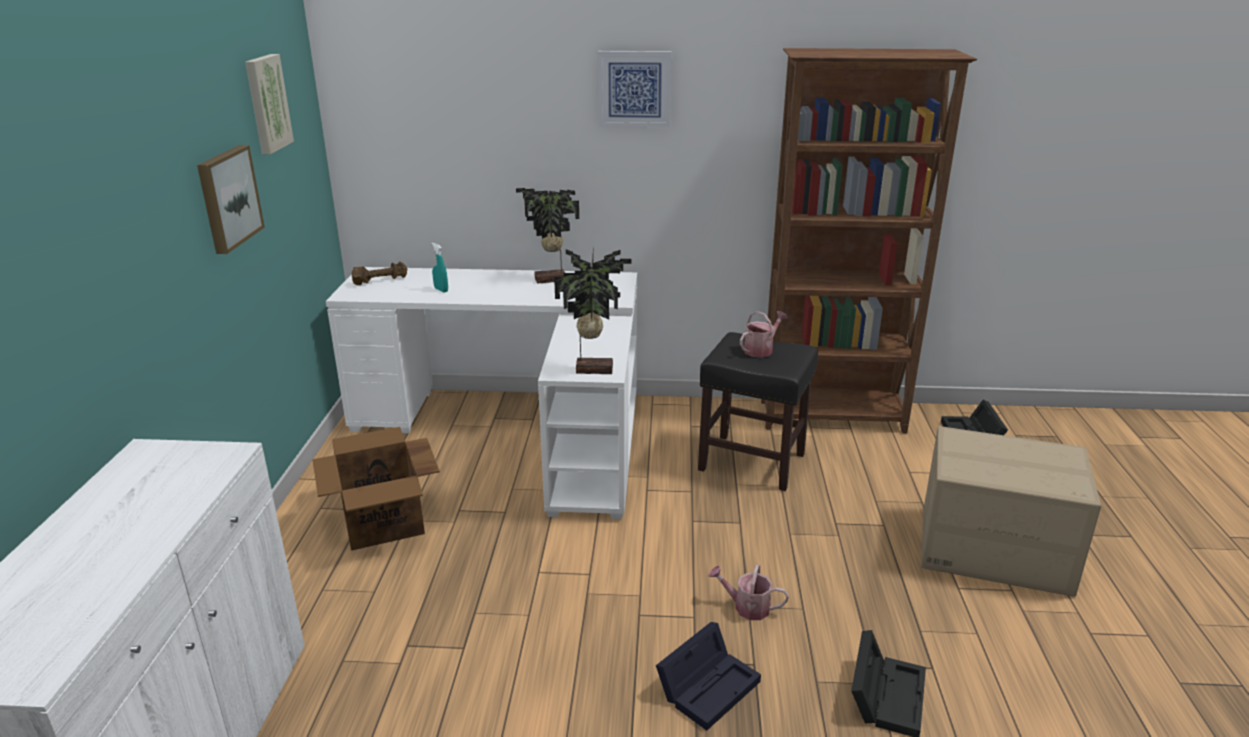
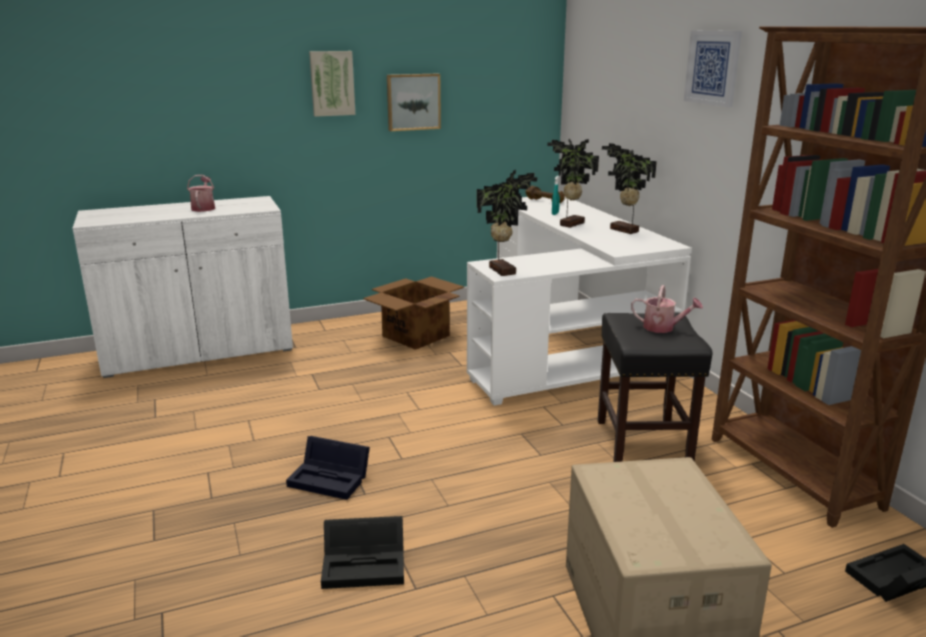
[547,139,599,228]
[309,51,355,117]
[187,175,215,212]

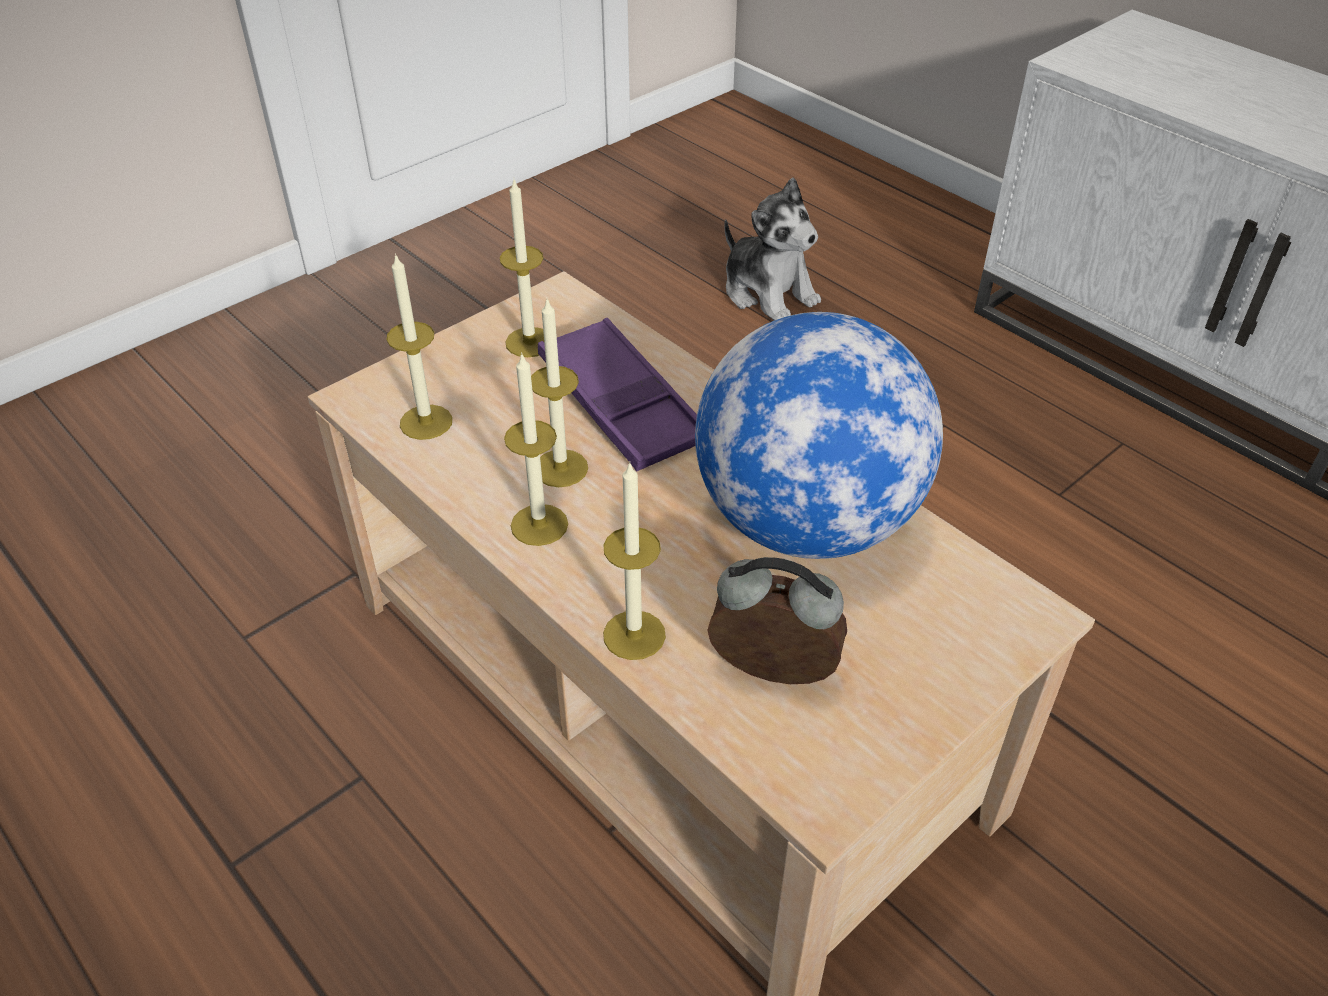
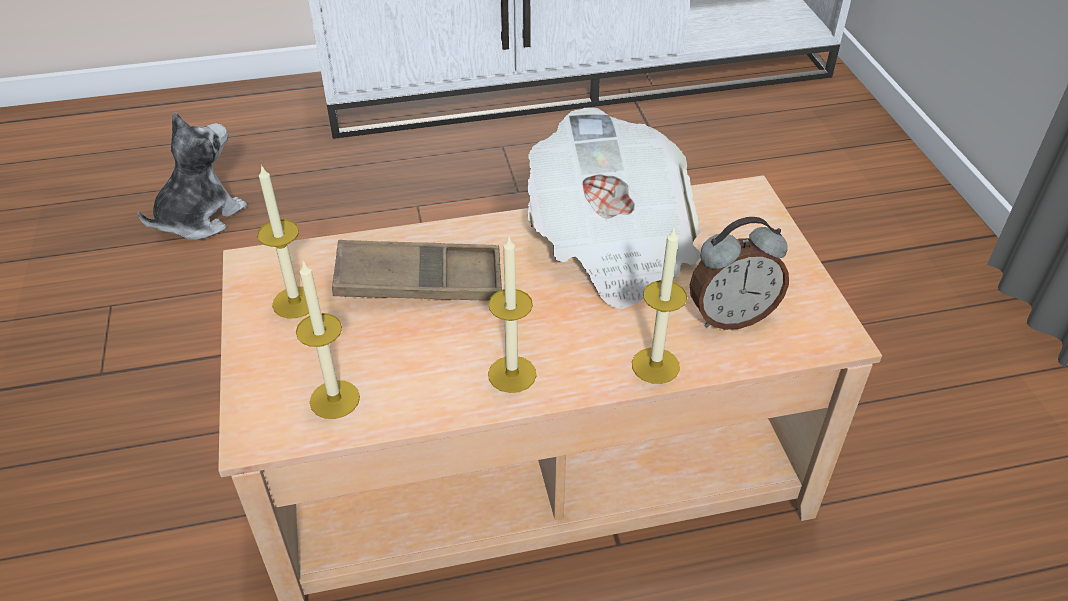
[531,297,588,487] (first image)
[527,107,701,309]
[332,240,502,301]
[690,217,789,330]
[138,112,247,240]

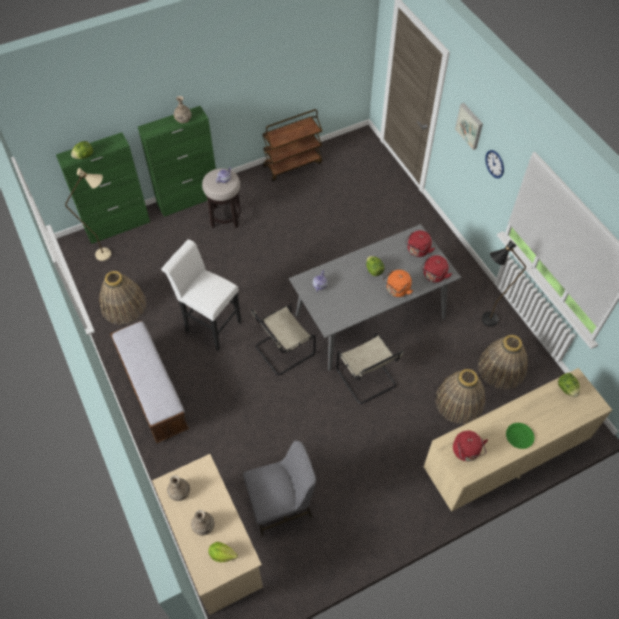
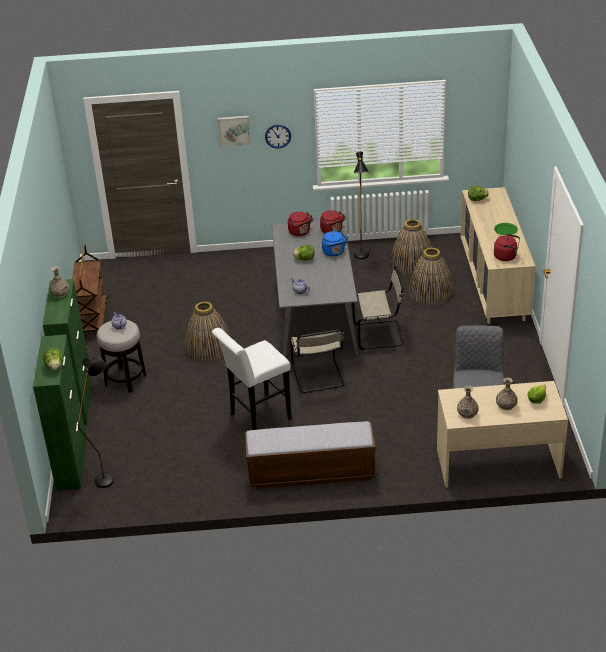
[184,301,229,362]
[78,357,114,488]
[322,231,348,256]

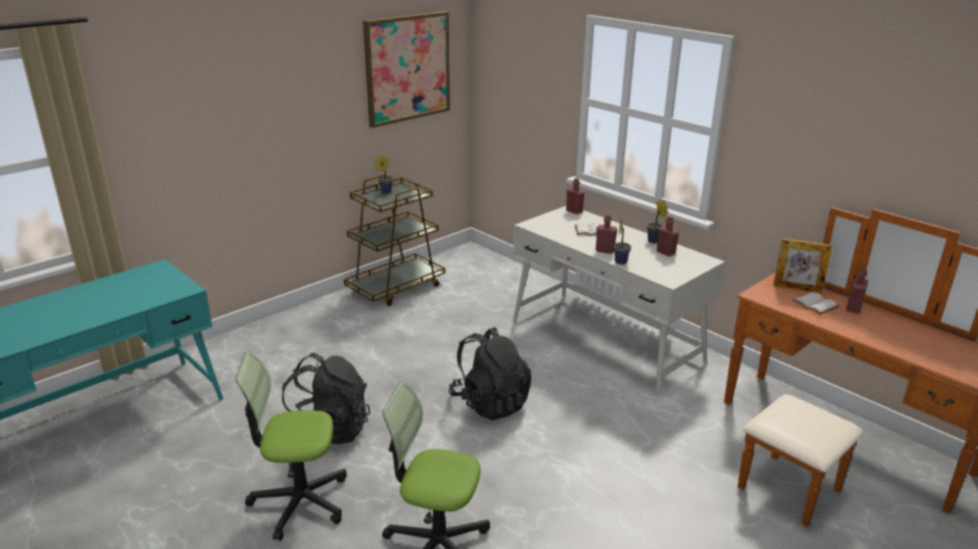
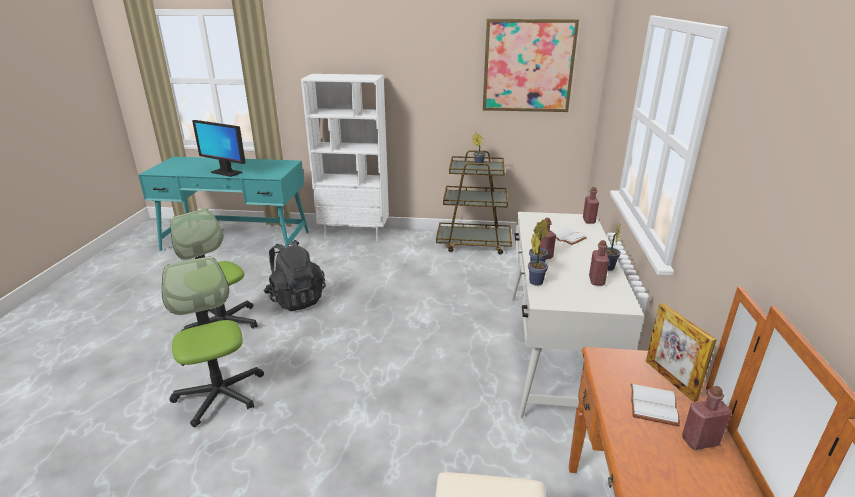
[449,327,532,420] (first image)
[192,120,245,177]
[301,74,389,242]
[528,232,548,286]

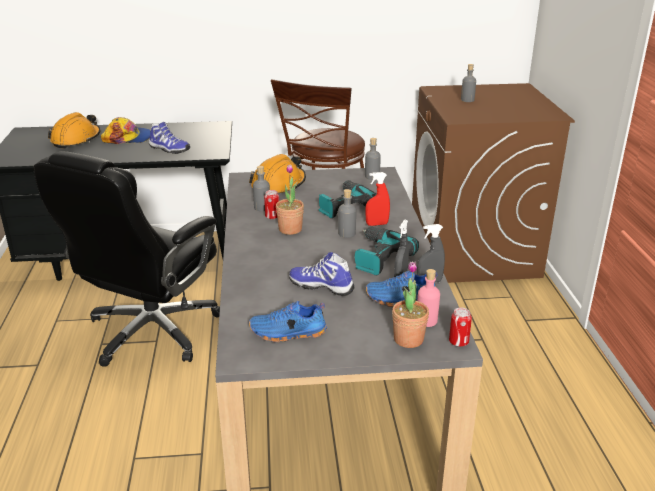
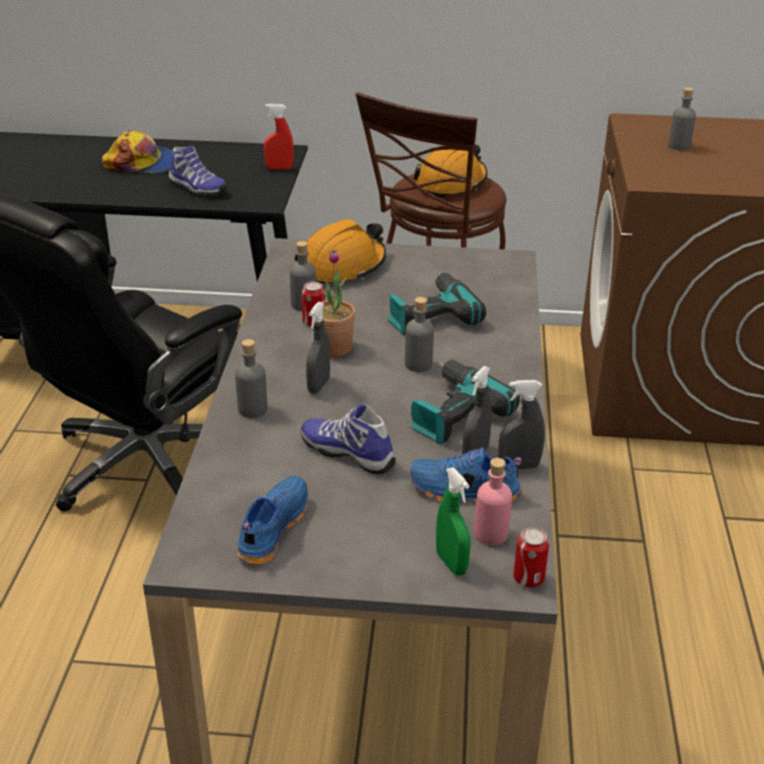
[306,302,330,394]
[414,144,488,198]
[235,339,267,418]
[264,104,294,170]
[436,467,471,575]
[238,475,308,565]

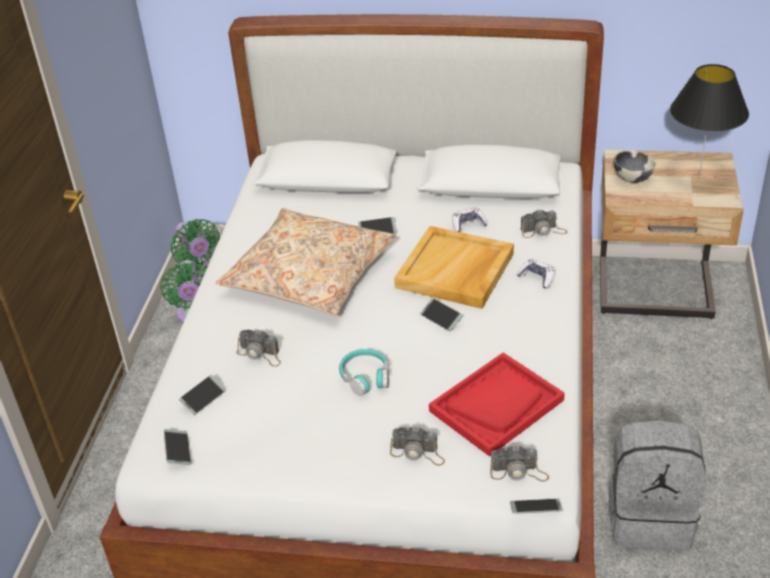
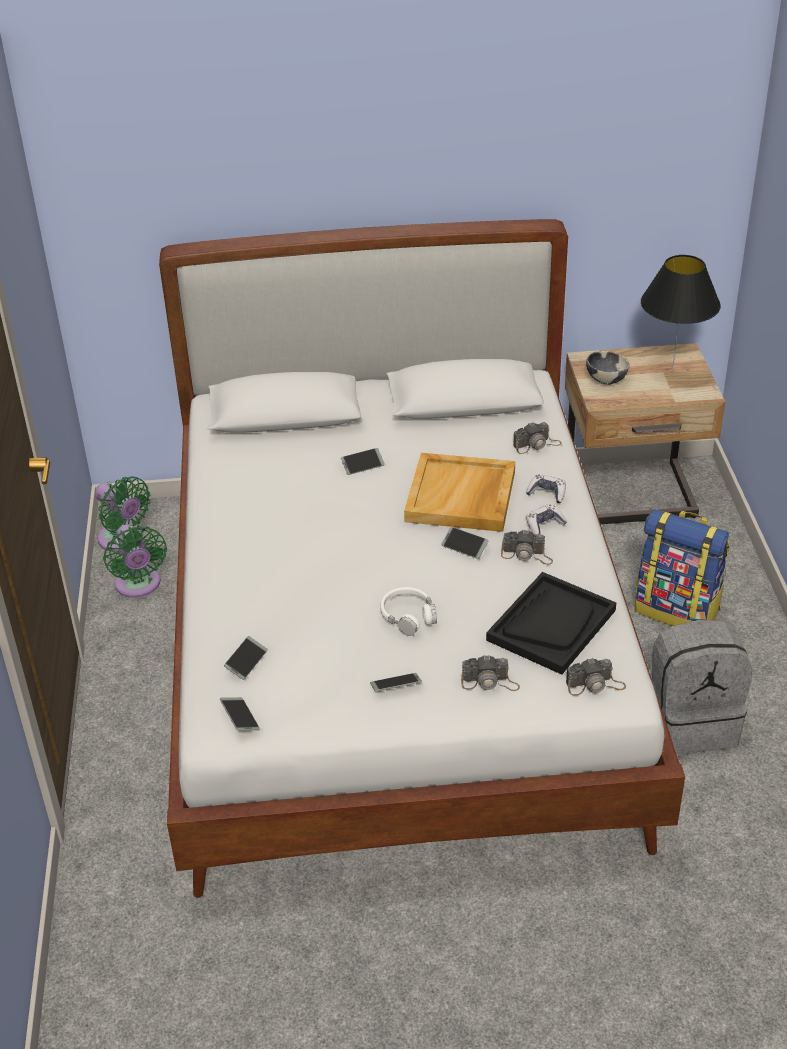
[216,208,397,316] (first image)
[634,509,730,626]
[501,529,553,565]
[526,504,567,535]
[370,673,422,691]
[380,587,437,636]
[486,572,616,675]

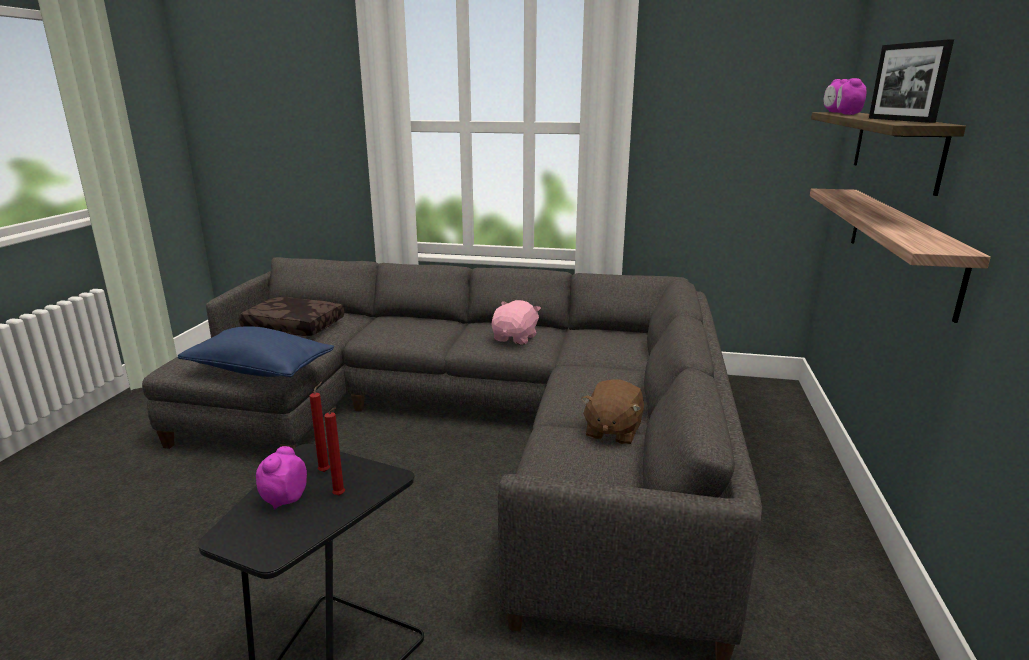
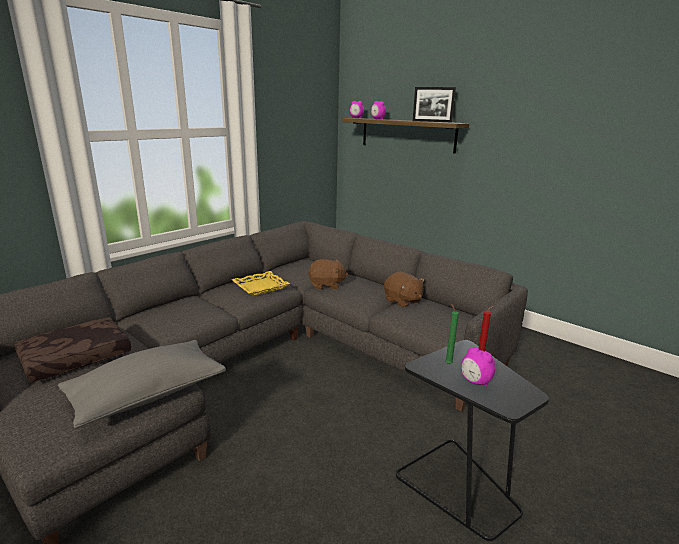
[810,188,991,323] (first image)
[308,259,348,289]
[232,271,290,296]
[58,340,226,429]
[445,304,459,364]

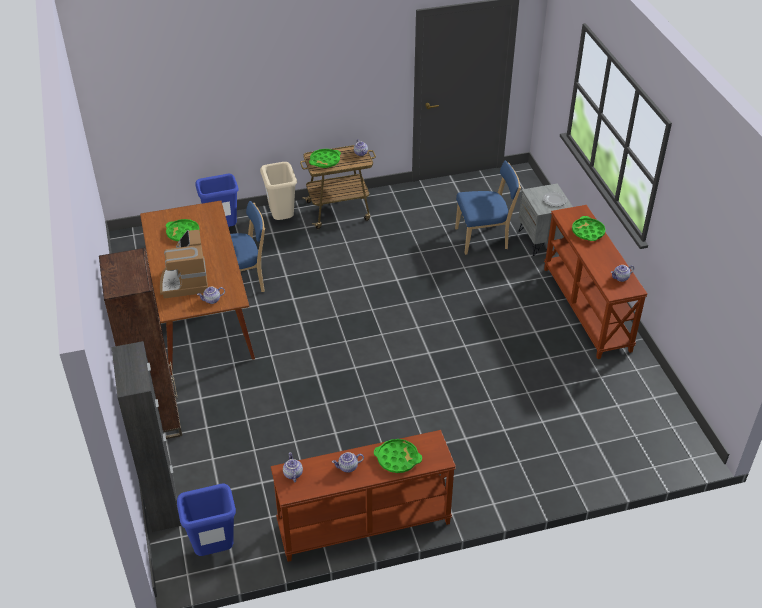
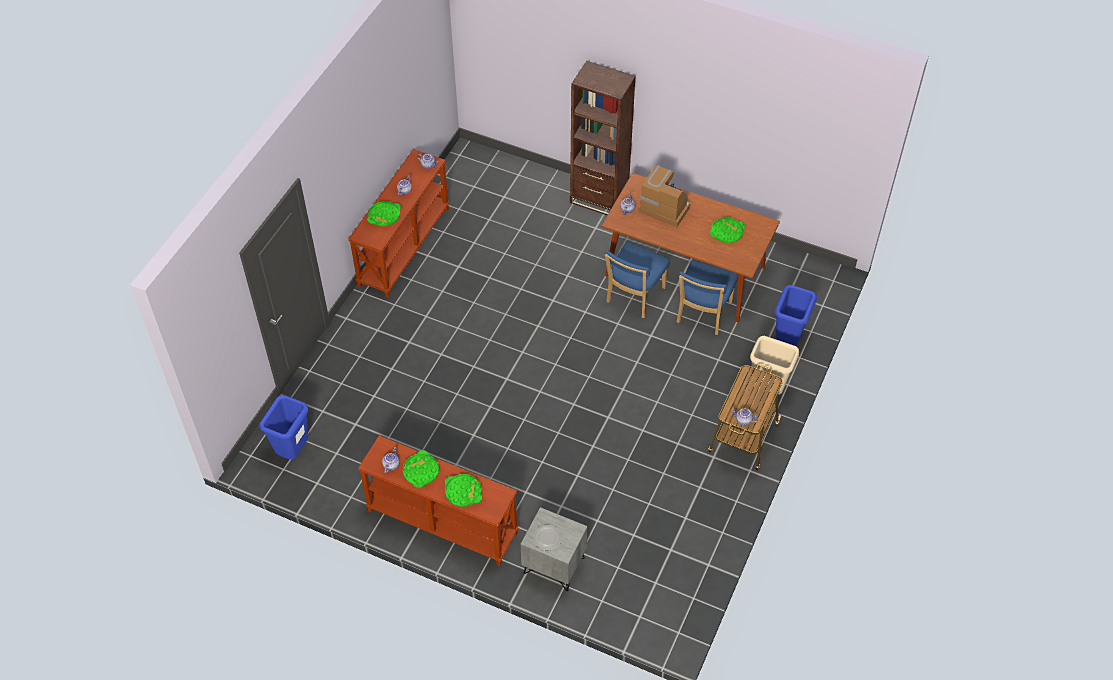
[112,341,181,532] (first image)
[259,395,309,459]
[403,451,439,488]
[605,242,670,318]

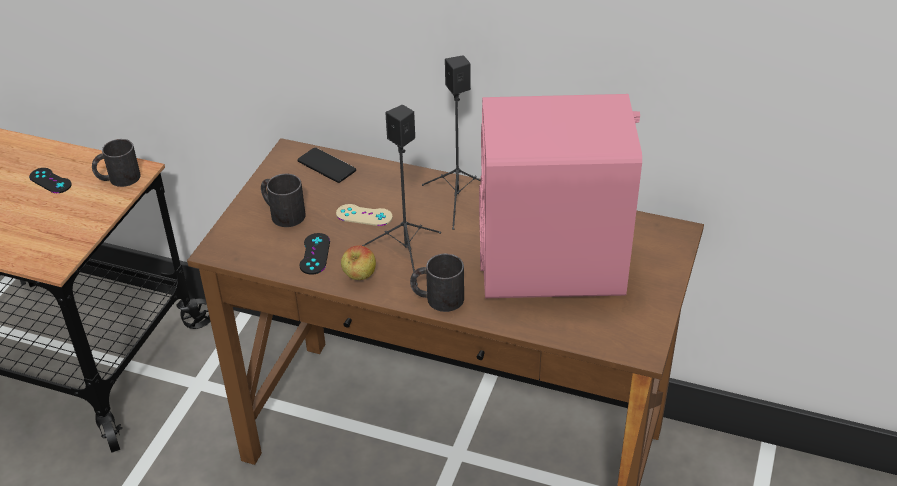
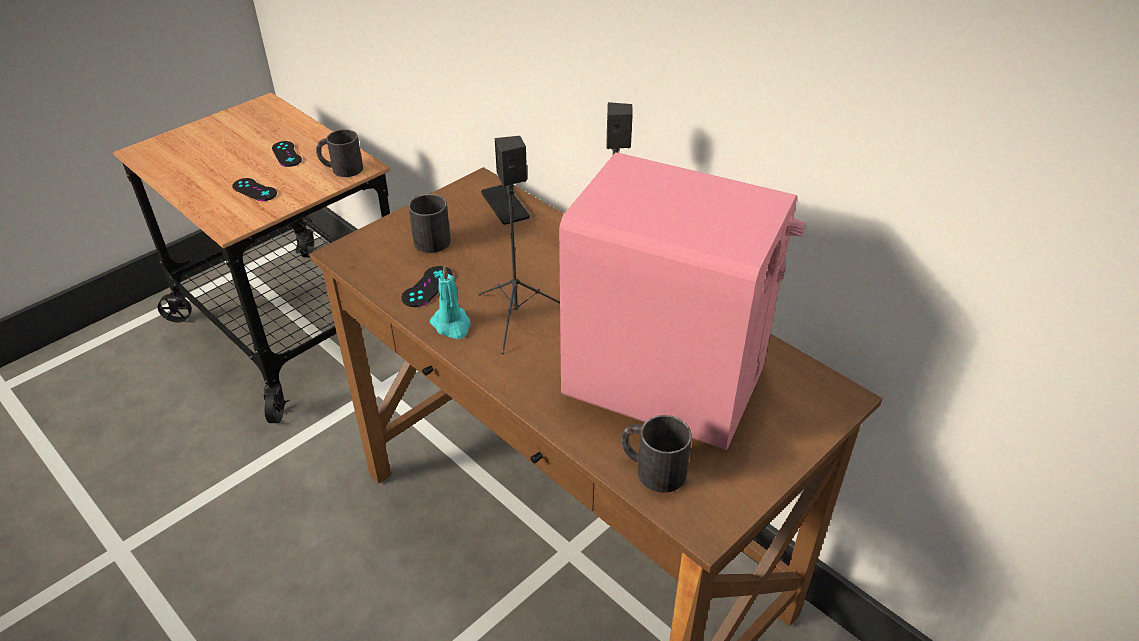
[336,204,393,226] (first image)
[232,178,277,201]
[621,415,692,493]
[430,265,471,339]

